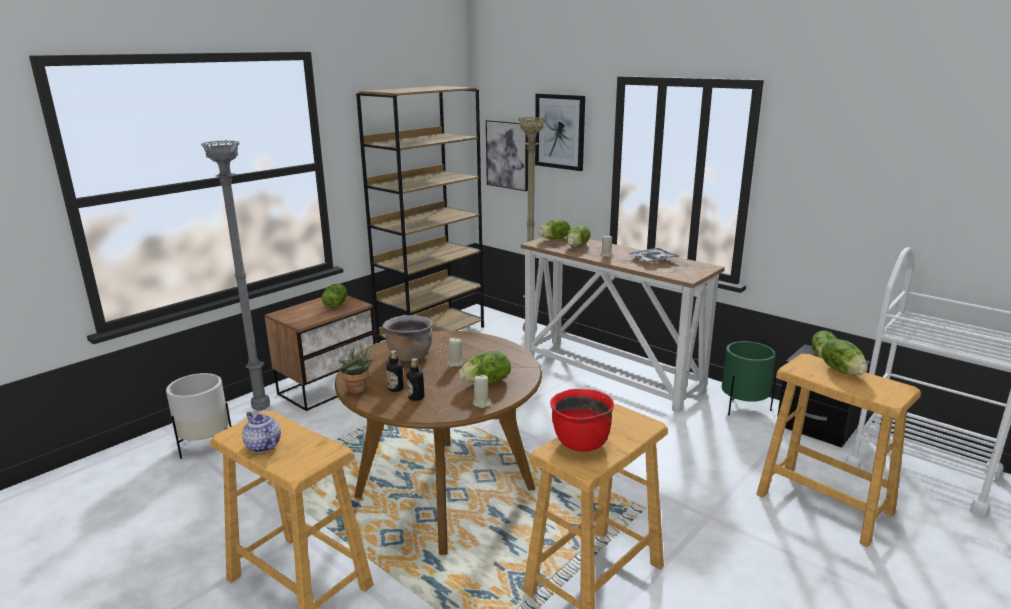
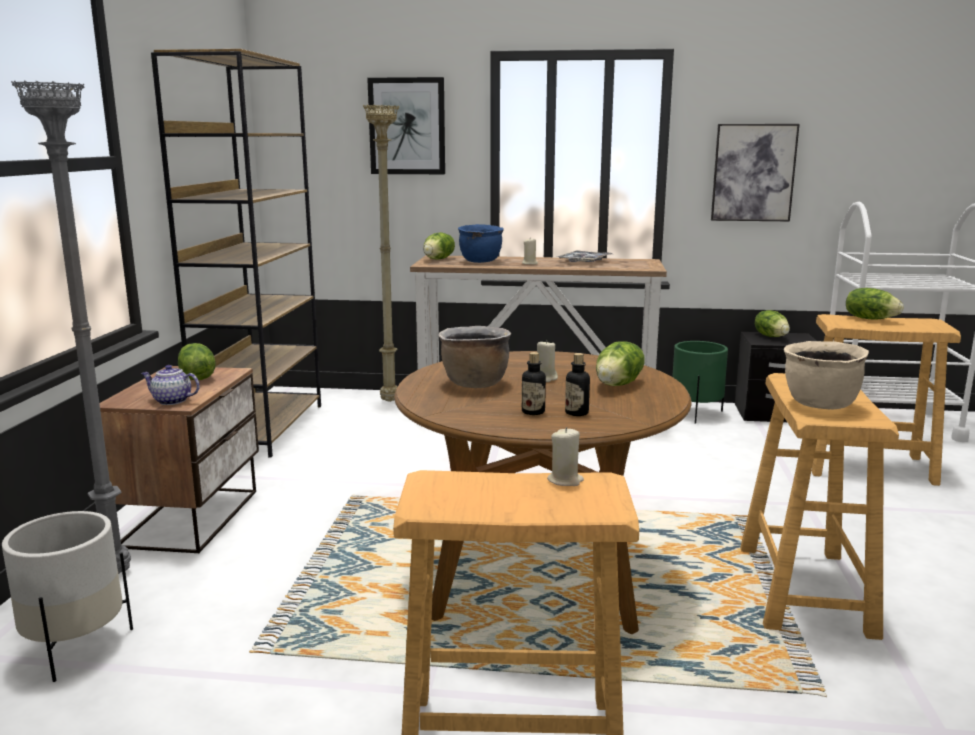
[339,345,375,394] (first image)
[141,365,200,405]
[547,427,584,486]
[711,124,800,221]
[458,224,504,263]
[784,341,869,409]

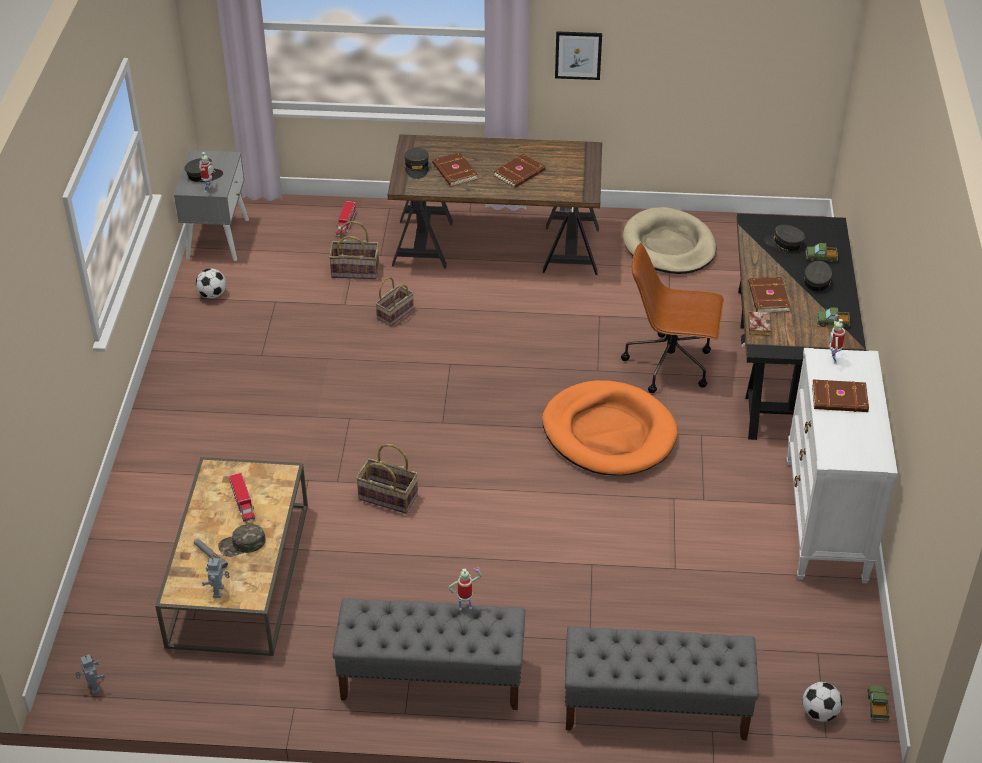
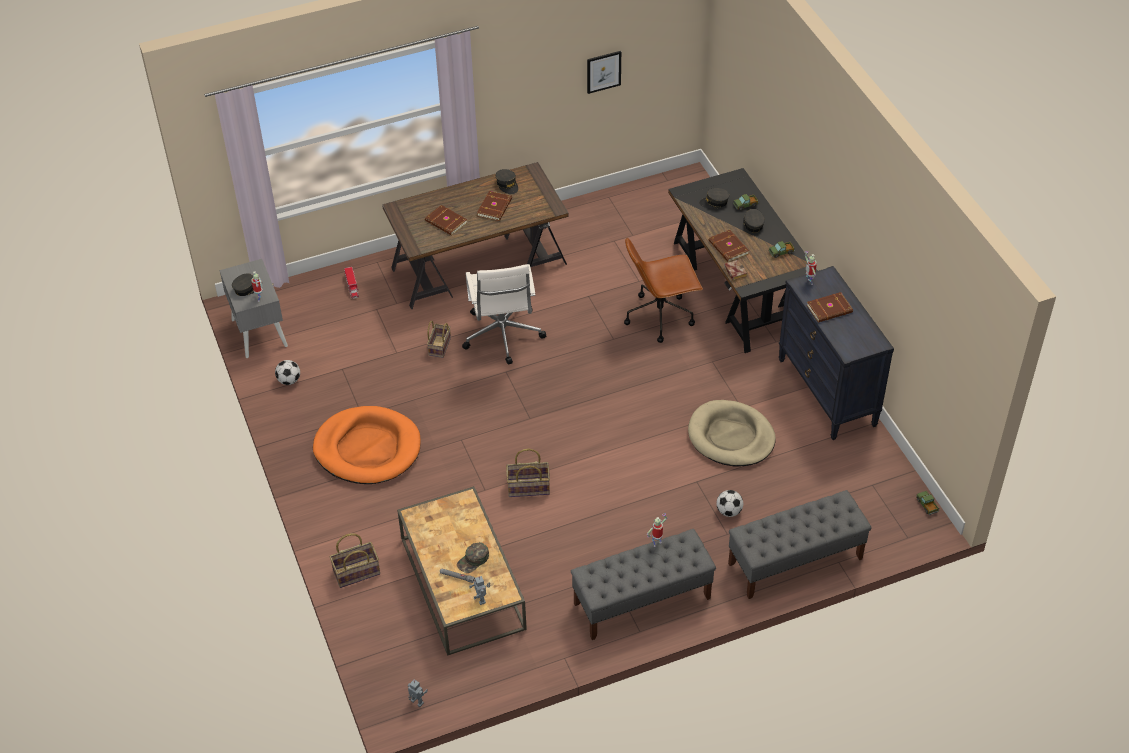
[229,472,255,522] (first image)
[462,264,546,365]
[330,533,380,588]
[496,169,518,194]
[313,406,421,484]
[587,51,621,94]
[688,400,776,467]
[716,490,743,517]
[779,266,894,440]

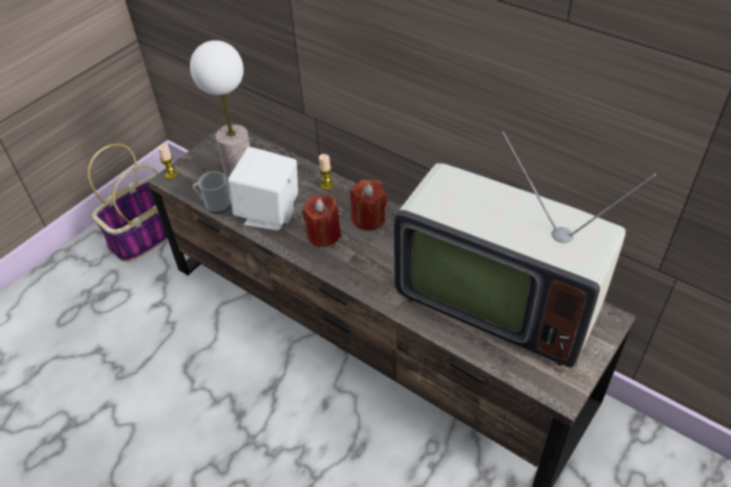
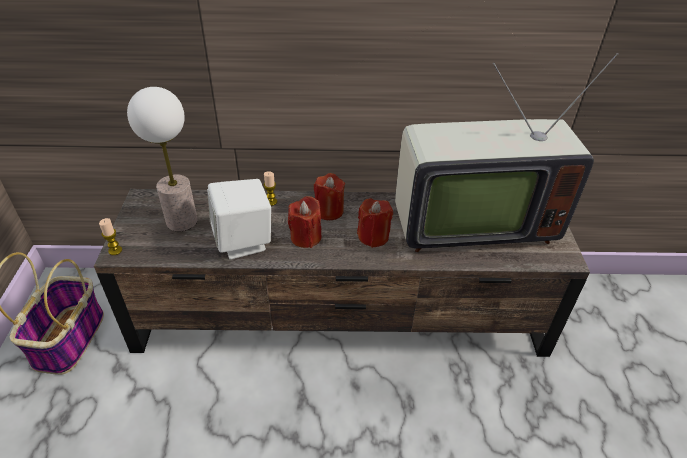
[193,171,231,213] (first image)
[357,198,393,248]

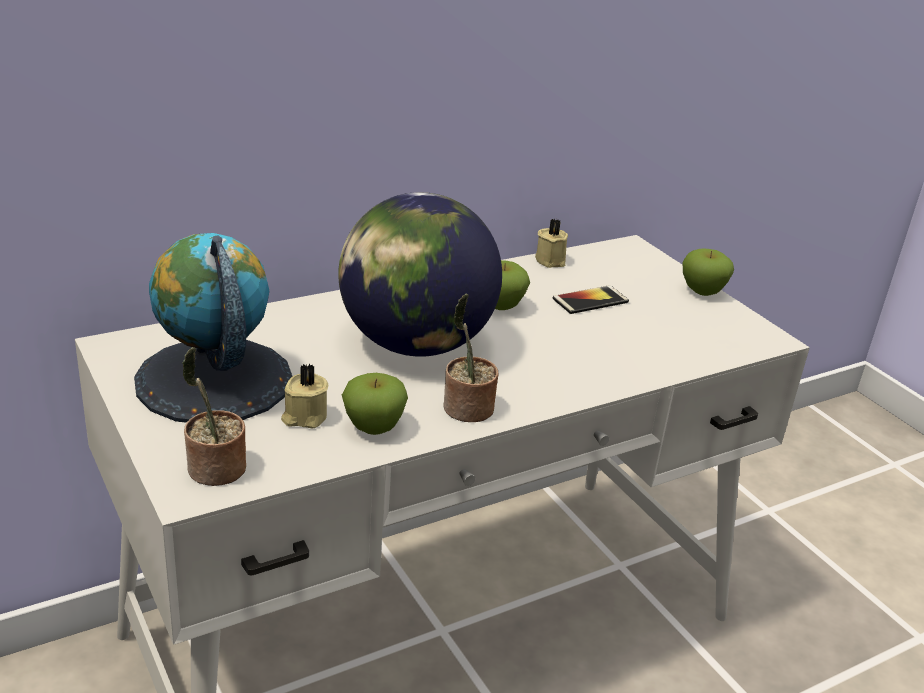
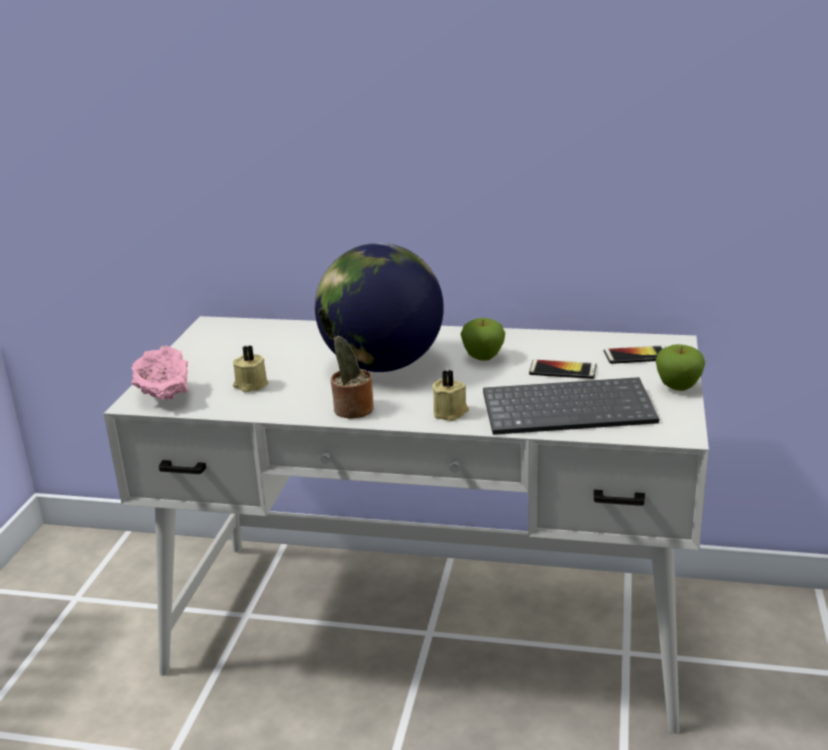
[134,233,293,423] (first image)
[342,373,408,435] (first image)
[483,377,659,435]
[604,345,666,364]
[432,370,469,421]
[131,345,188,400]

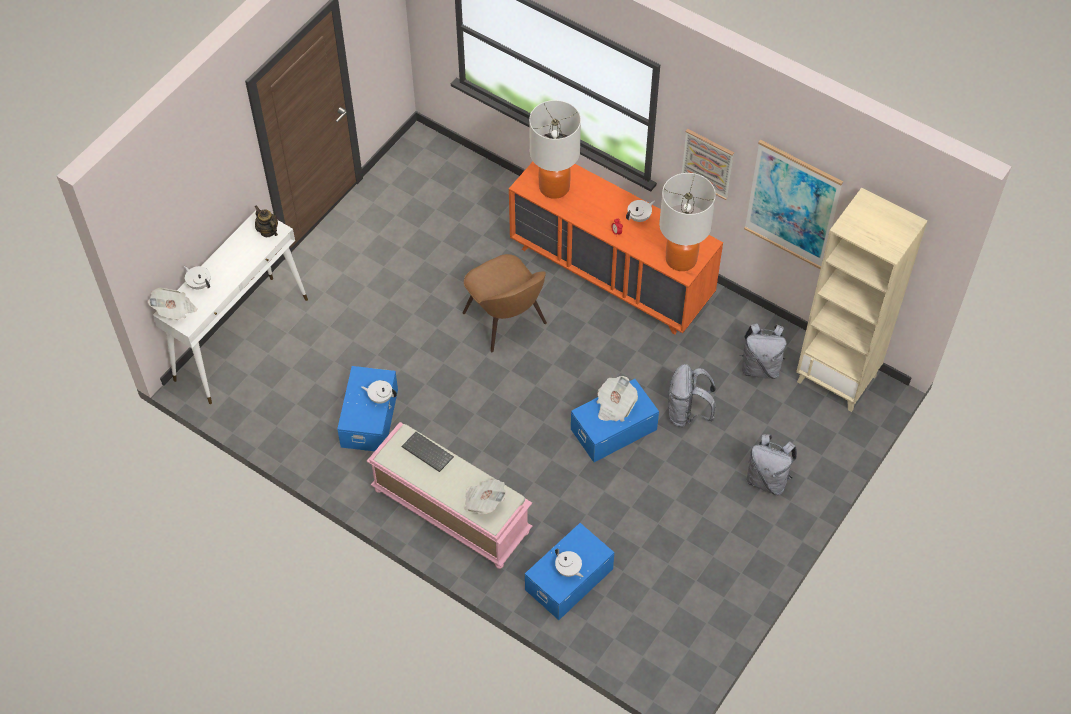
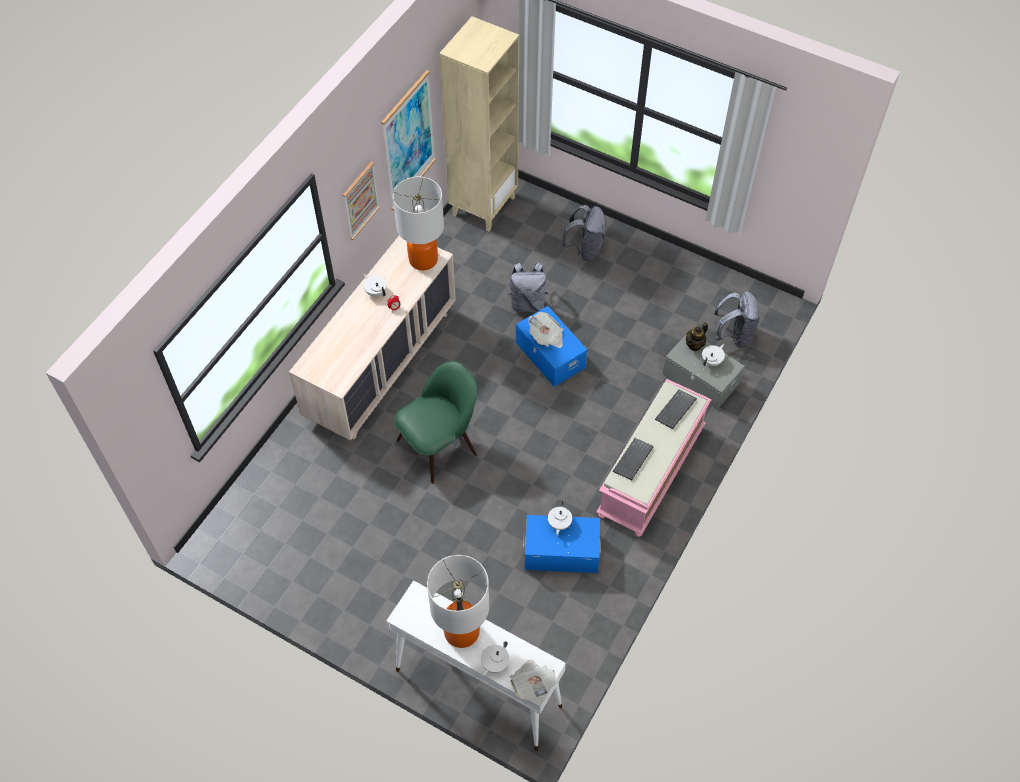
[686,323,708,351]
[427,555,489,648]
[714,291,760,348]
[655,389,697,429]
[394,361,477,484]
[289,236,456,441]
[663,334,745,410]

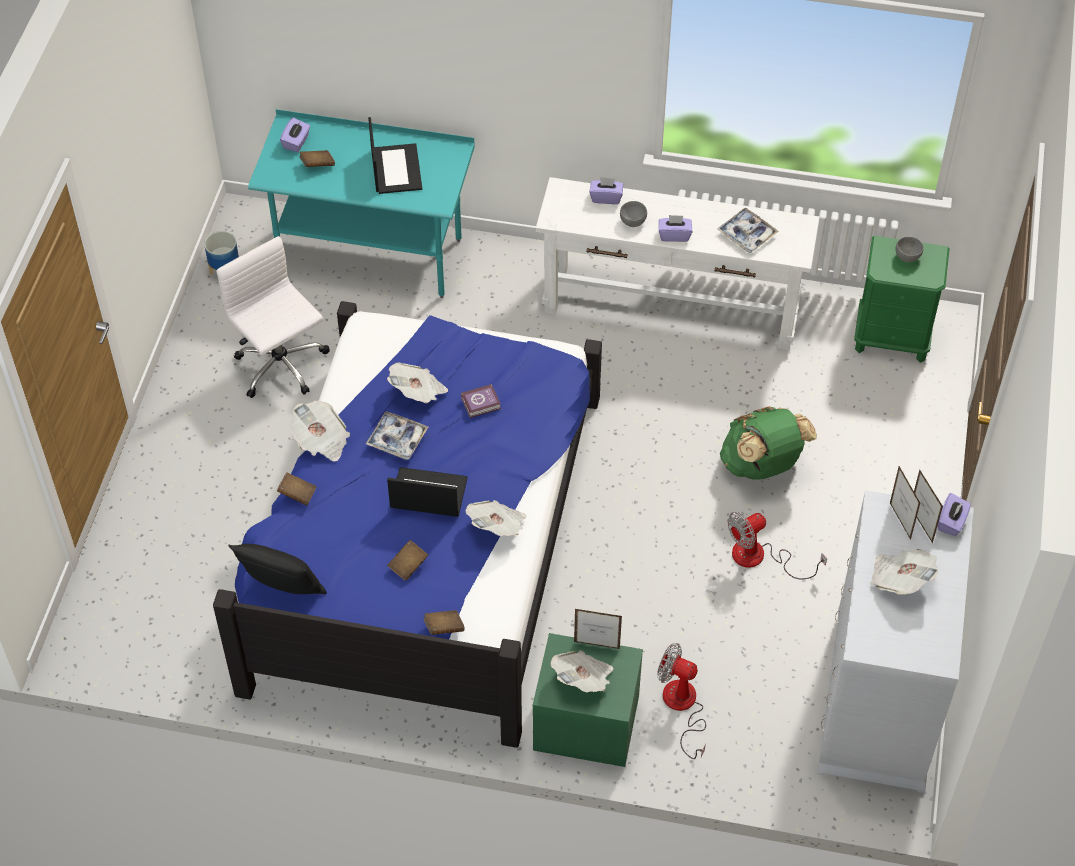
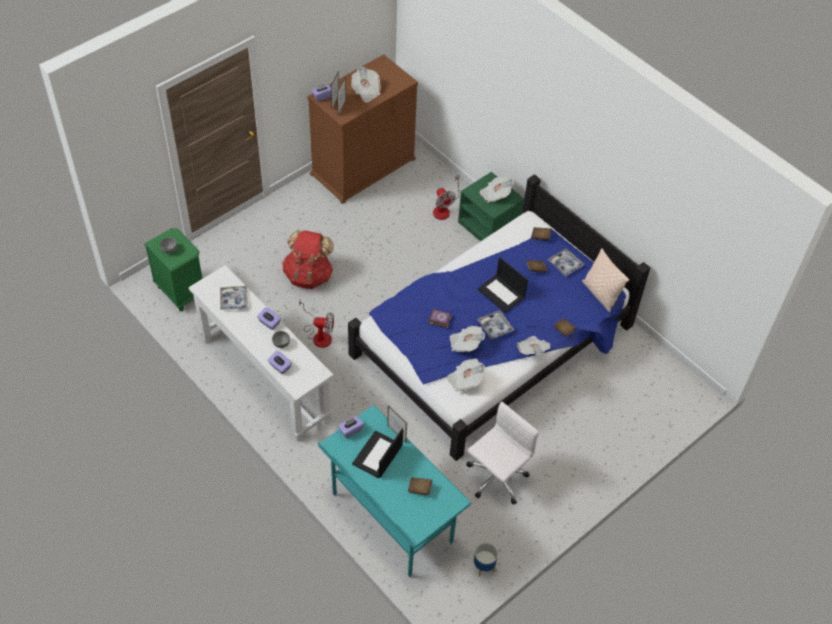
[548,249,585,276]
[338,416,364,438]
[447,359,486,392]
[387,405,407,443]
[299,301,334,348]
[582,248,629,312]
[282,231,334,289]
[307,54,418,204]
[466,401,539,505]

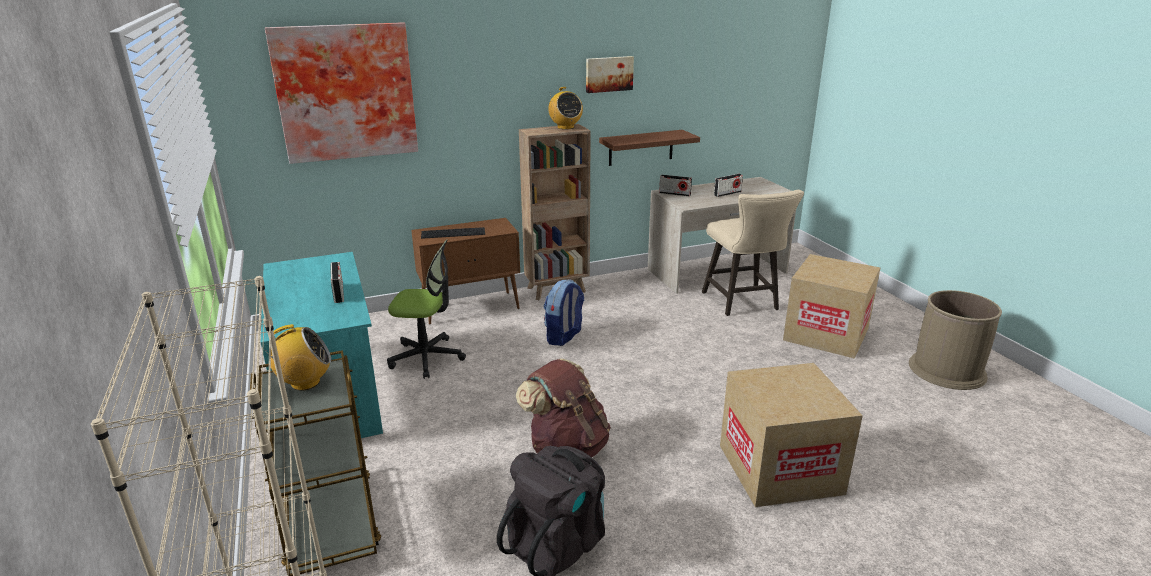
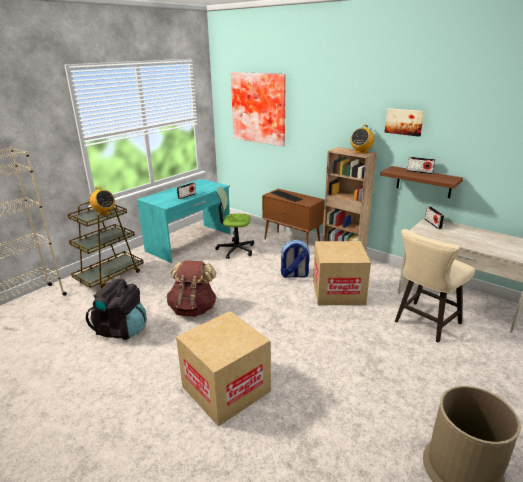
[407,157,435,174]
[313,241,371,305]
[215,186,254,259]

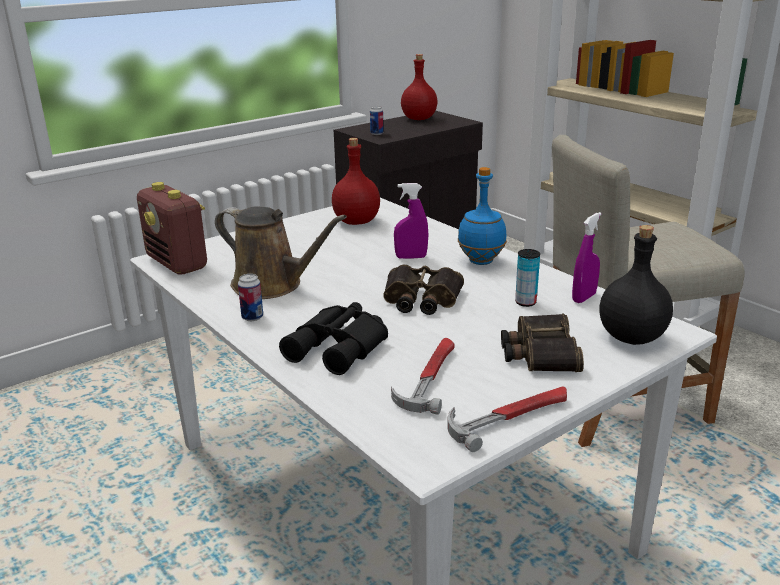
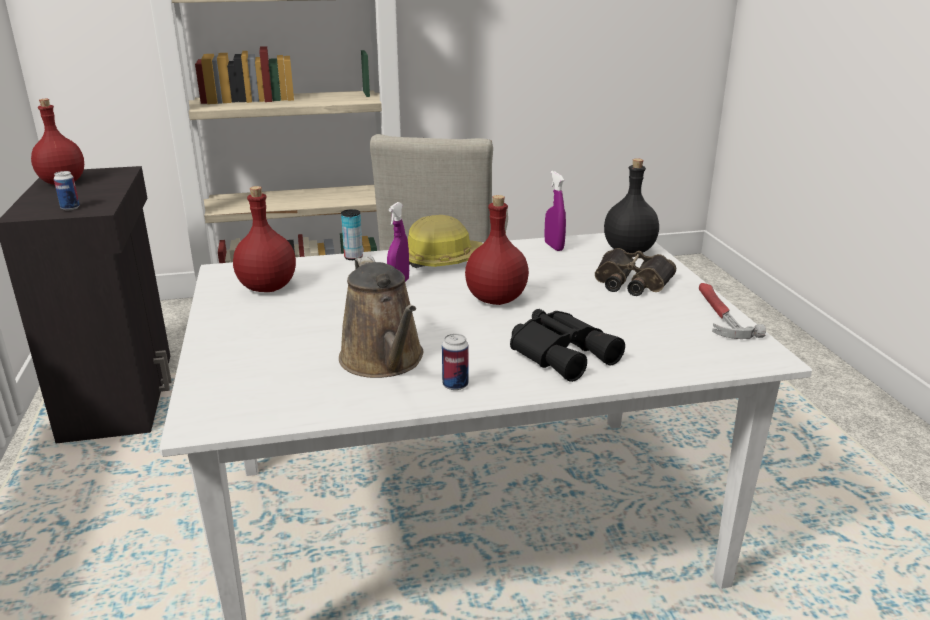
[137,182,207,275] (first image)
[391,338,455,415] (first image)
[341,209,363,260]
[465,195,529,305]
[408,215,483,268]
[339,256,424,378]

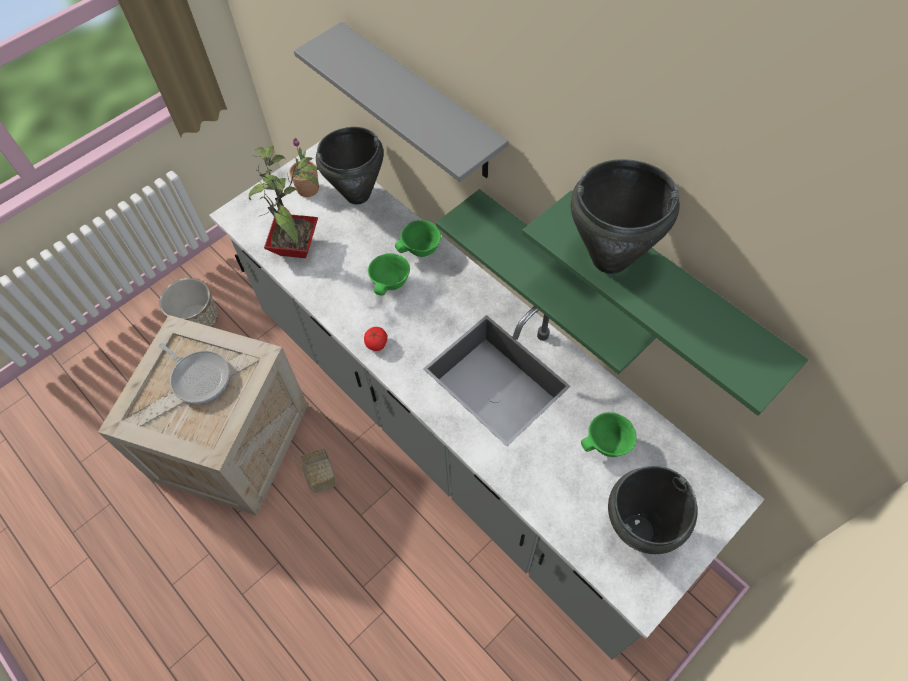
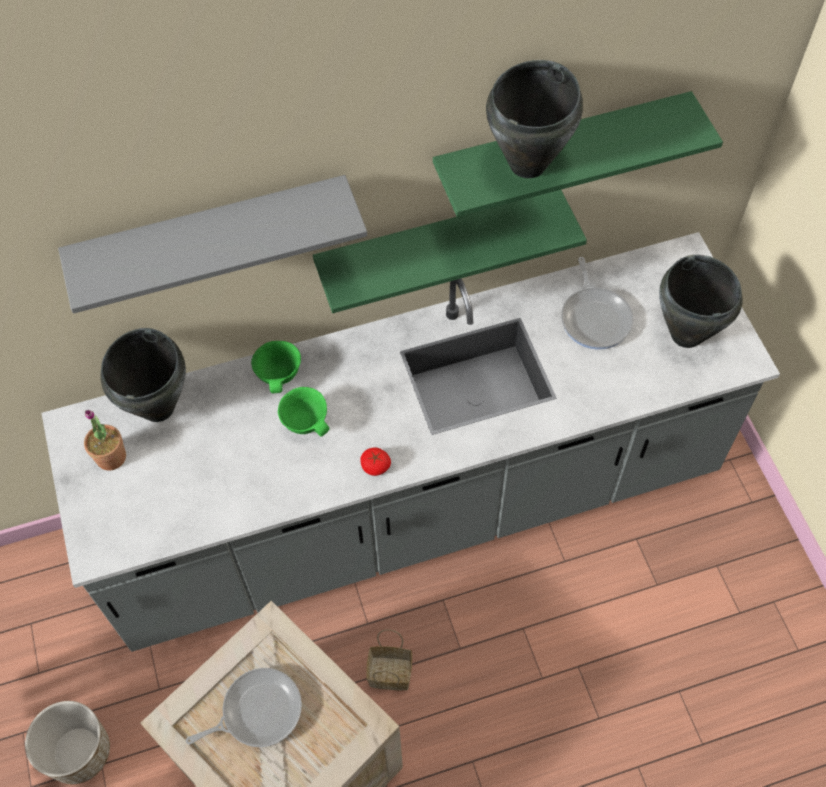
[249,146,322,258] (first image)
[561,257,634,350]

